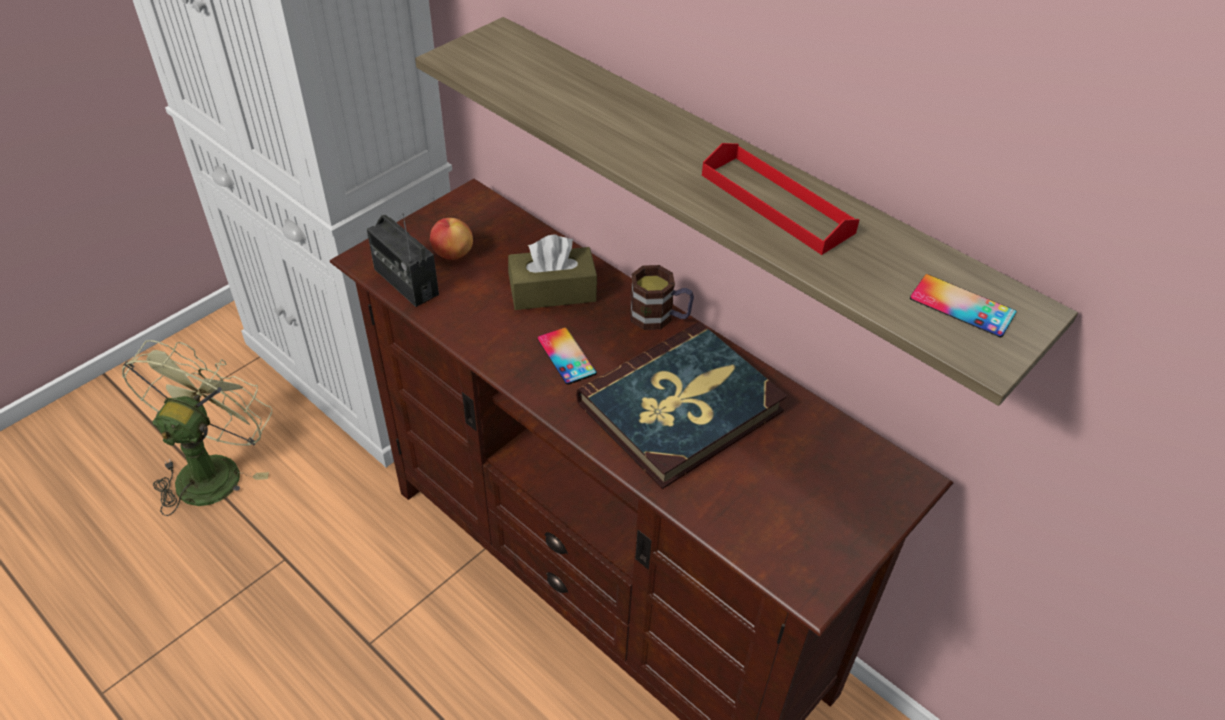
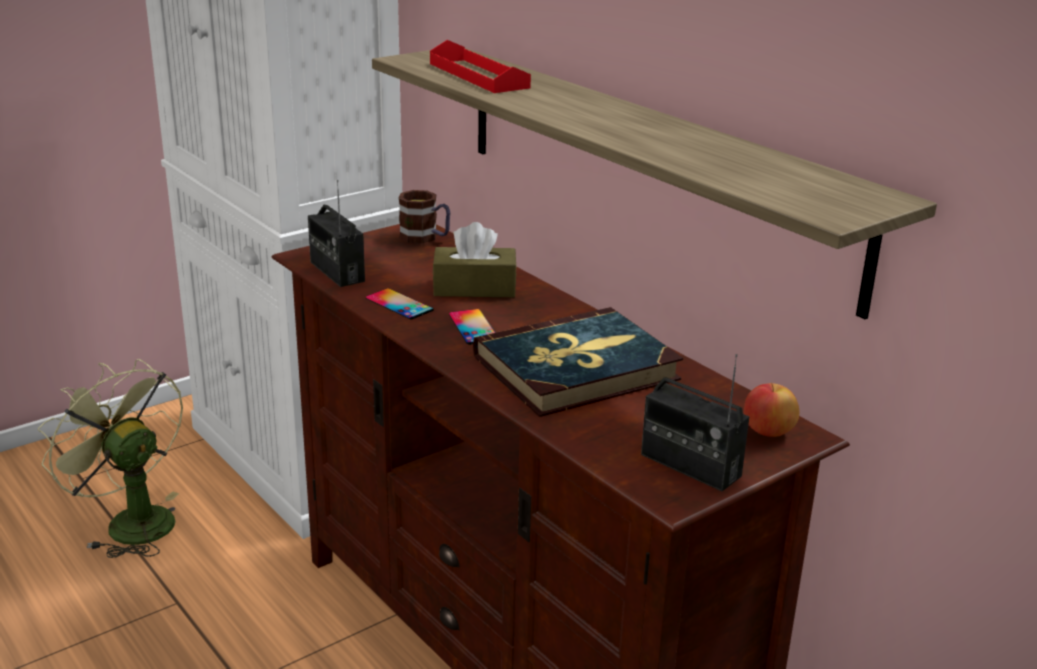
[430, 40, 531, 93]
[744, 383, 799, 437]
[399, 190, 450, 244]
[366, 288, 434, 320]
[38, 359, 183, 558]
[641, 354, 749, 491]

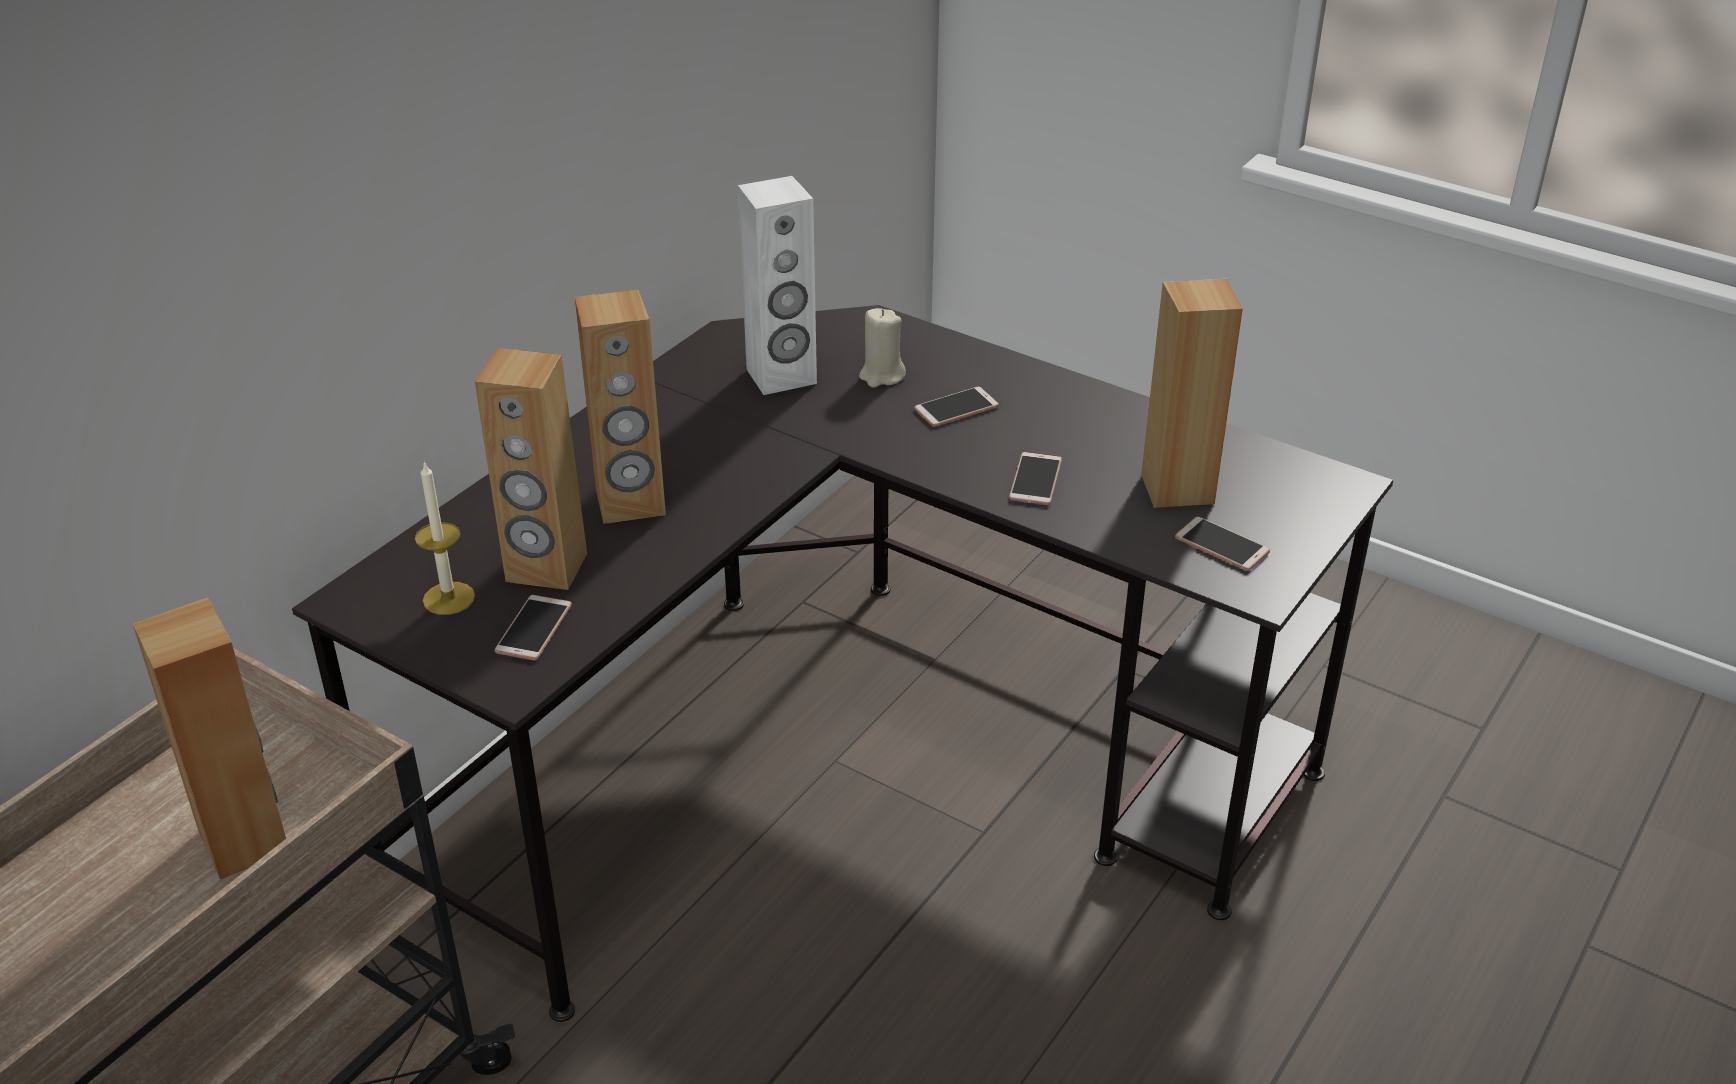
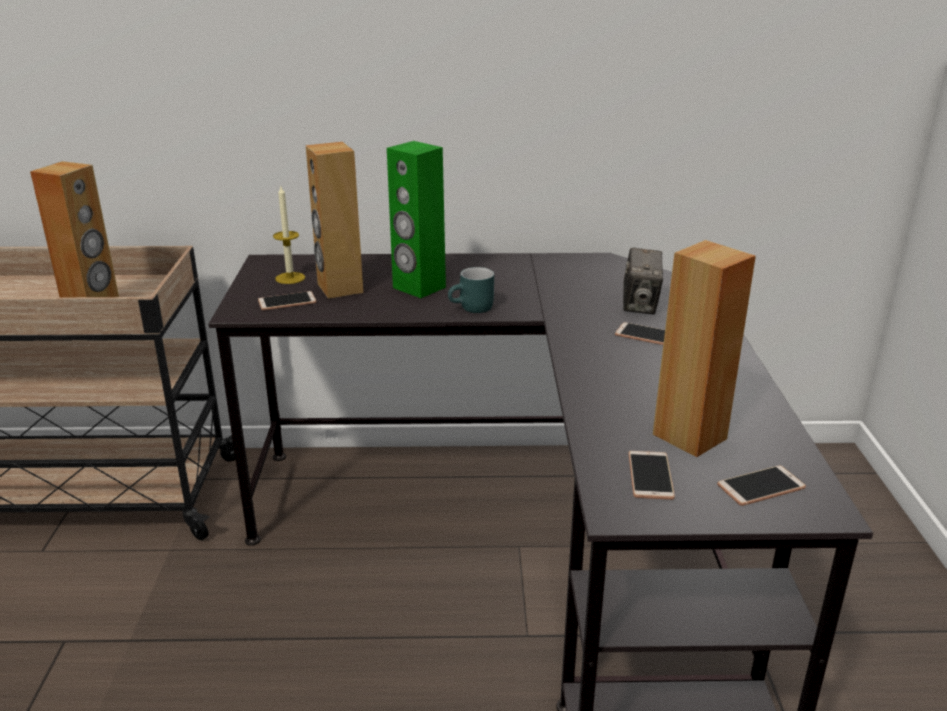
[738, 176, 817, 395] (first image)
[387, 141, 446, 298]
[623, 248, 663, 314]
[717, 465, 806, 506]
[448, 267, 494, 313]

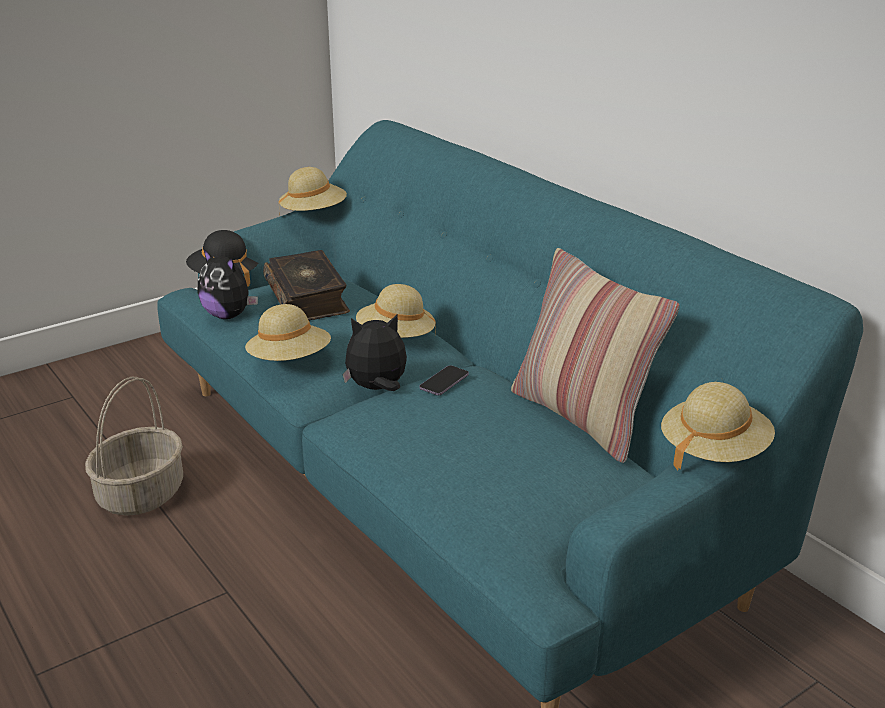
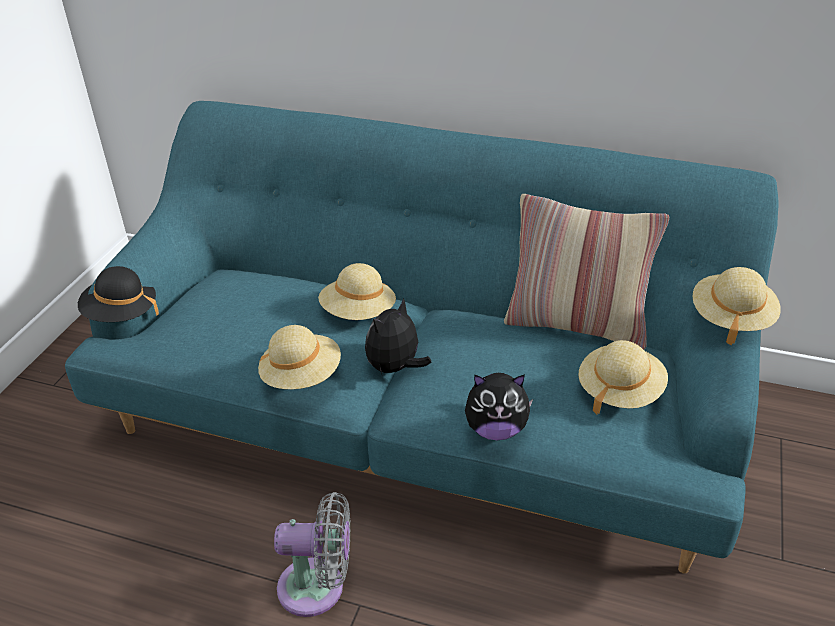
[578, 340, 668, 415]
[465, 373, 534, 440]
[263, 250, 350, 321] (first image)
[419, 365, 469, 395] (first image)
[85, 377, 183, 516] (first image)
[274, 492, 351, 617]

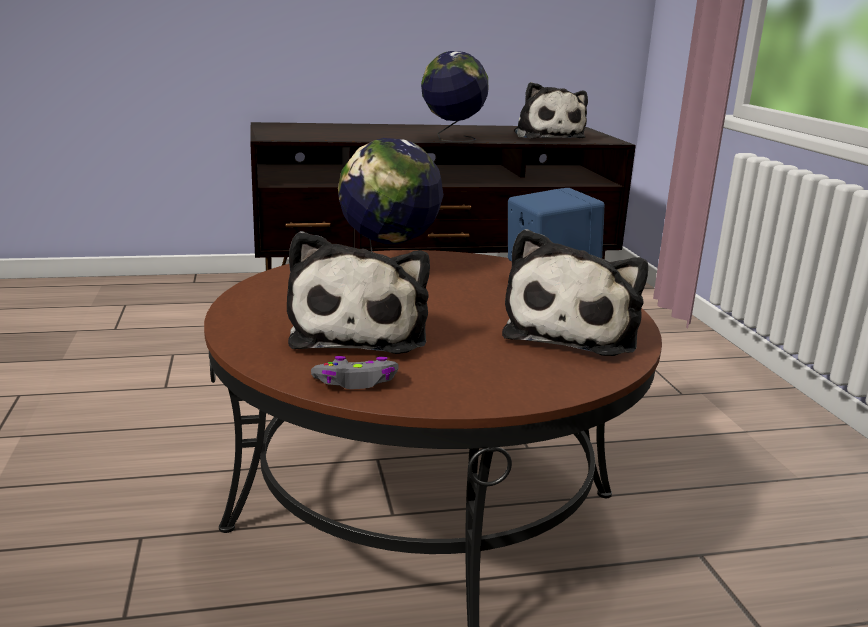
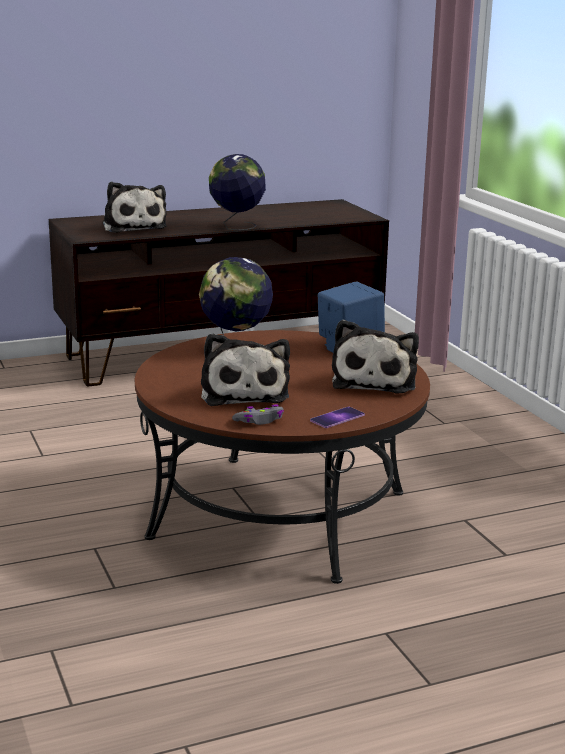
[103, 182, 167, 233]
[310, 406, 365, 428]

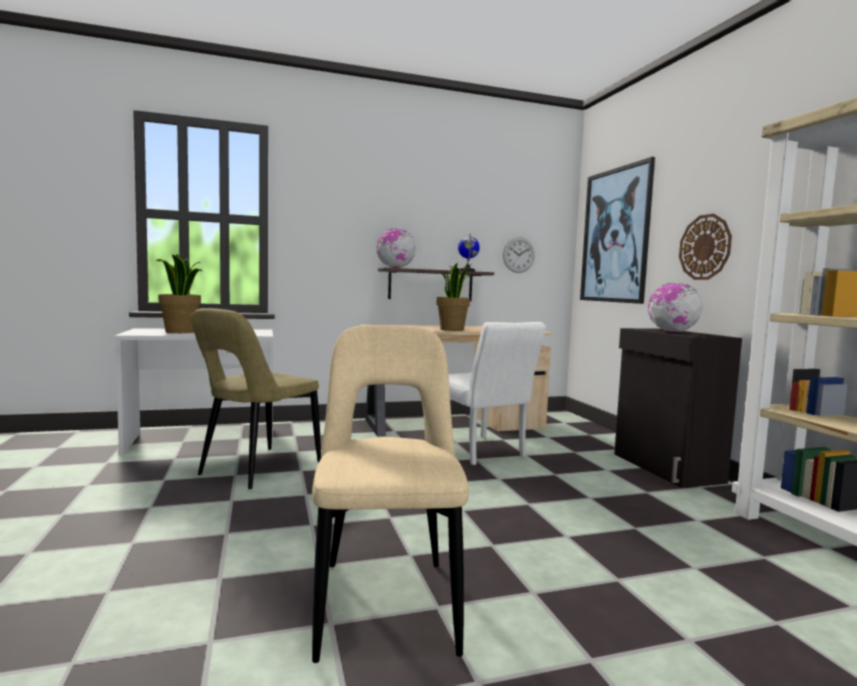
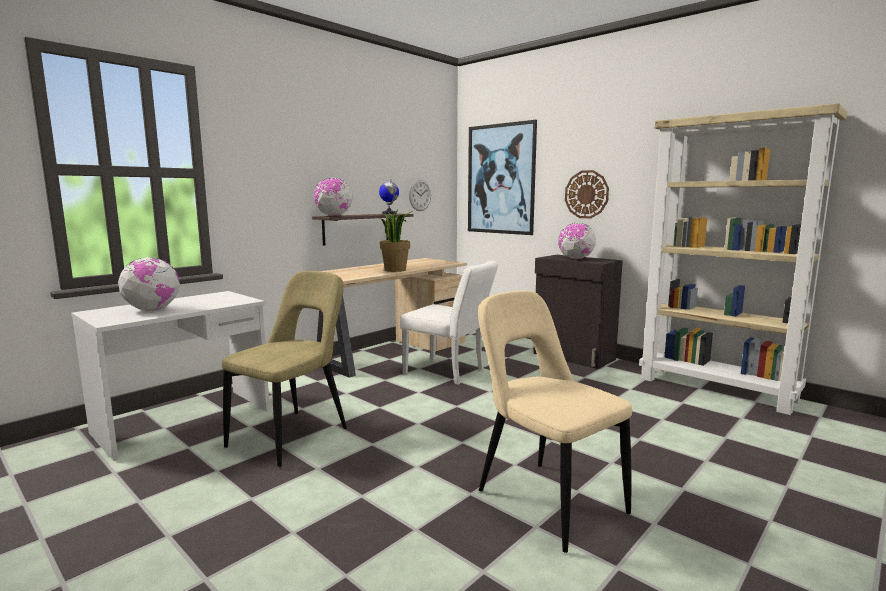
[118, 257, 180, 311]
[222, 271, 347, 467]

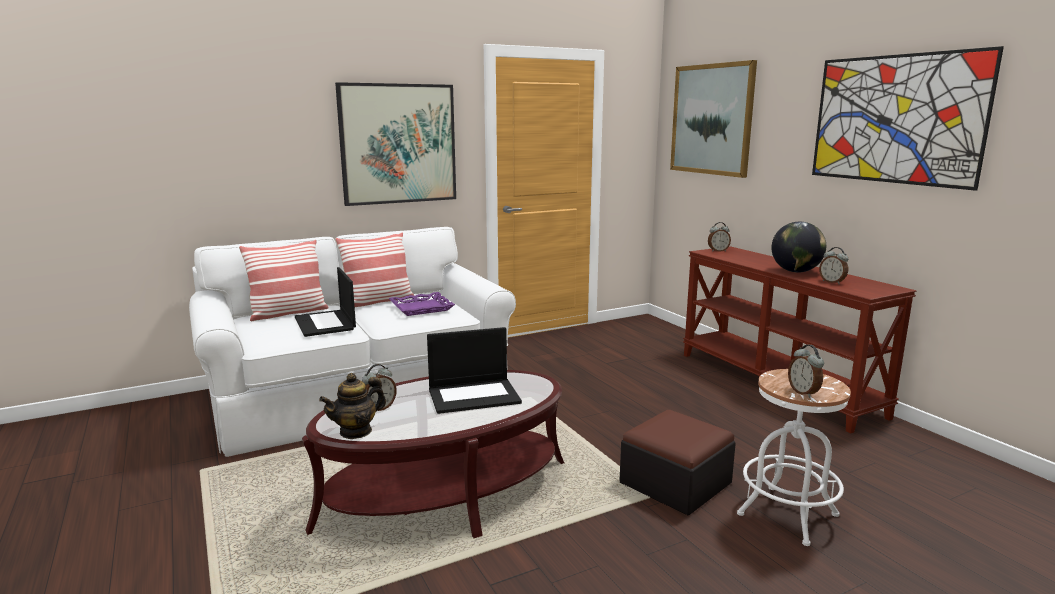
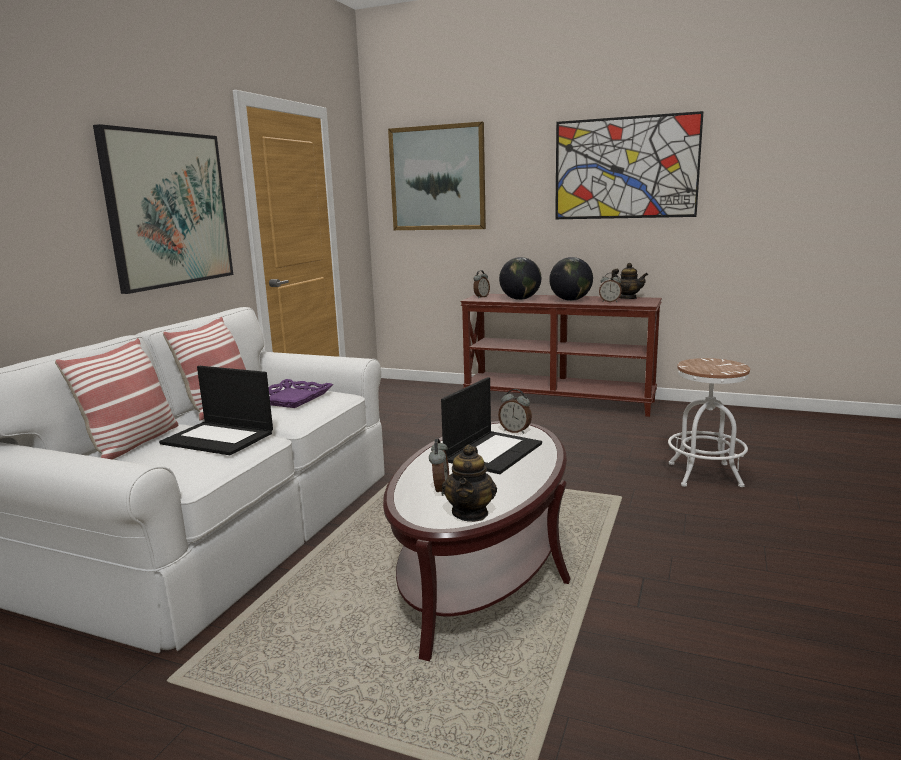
[498, 389, 532, 434]
[620, 410, 736, 515] (first image)
[499, 257, 541, 300]
[611, 263, 648, 299]

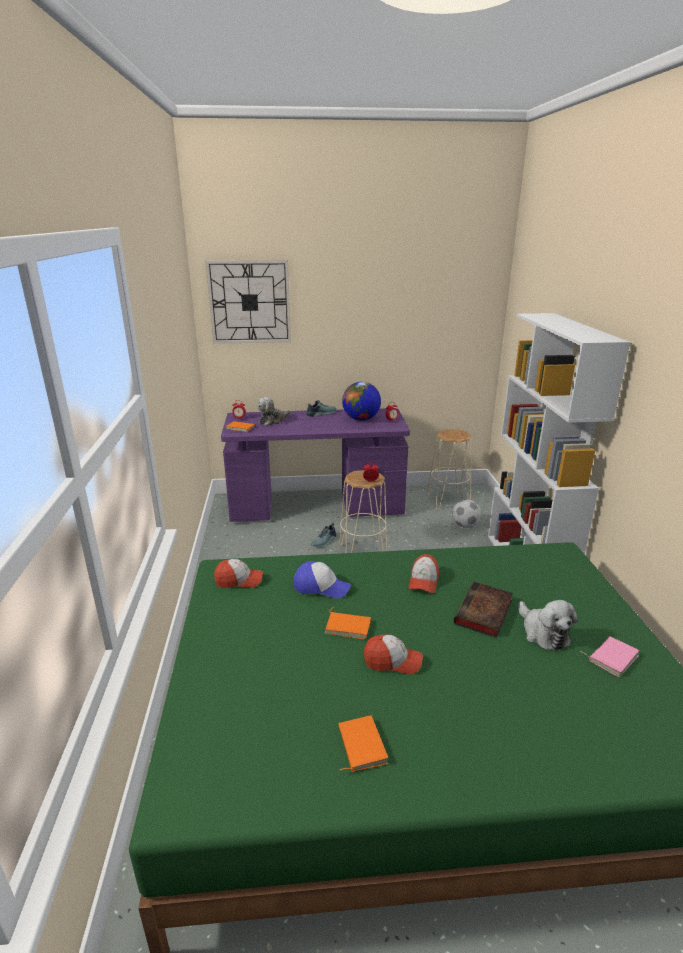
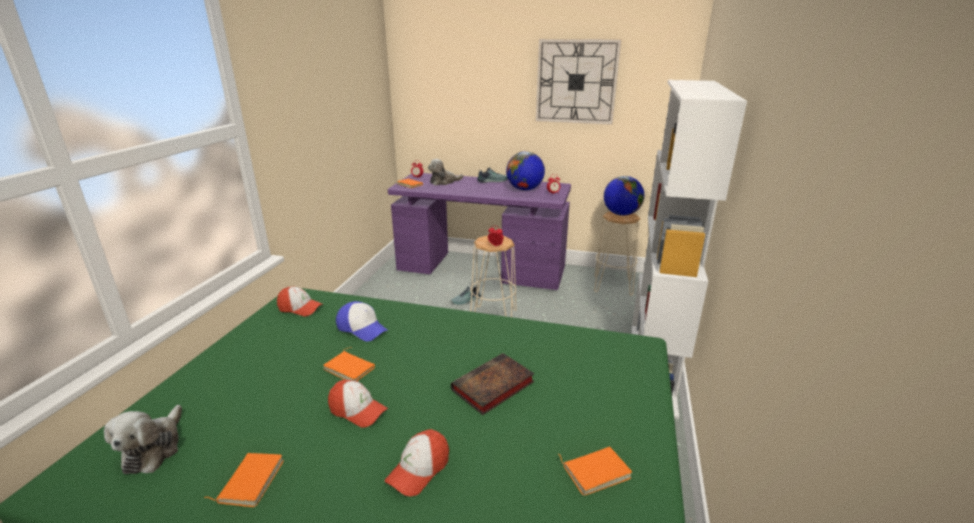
[536, 39, 621, 125]
[452, 500, 481, 528] (first image)
[385, 429, 449, 497]
[104, 405, 182, 474]
[559, 447, 632, 496]
[604, 176, 644, 216]

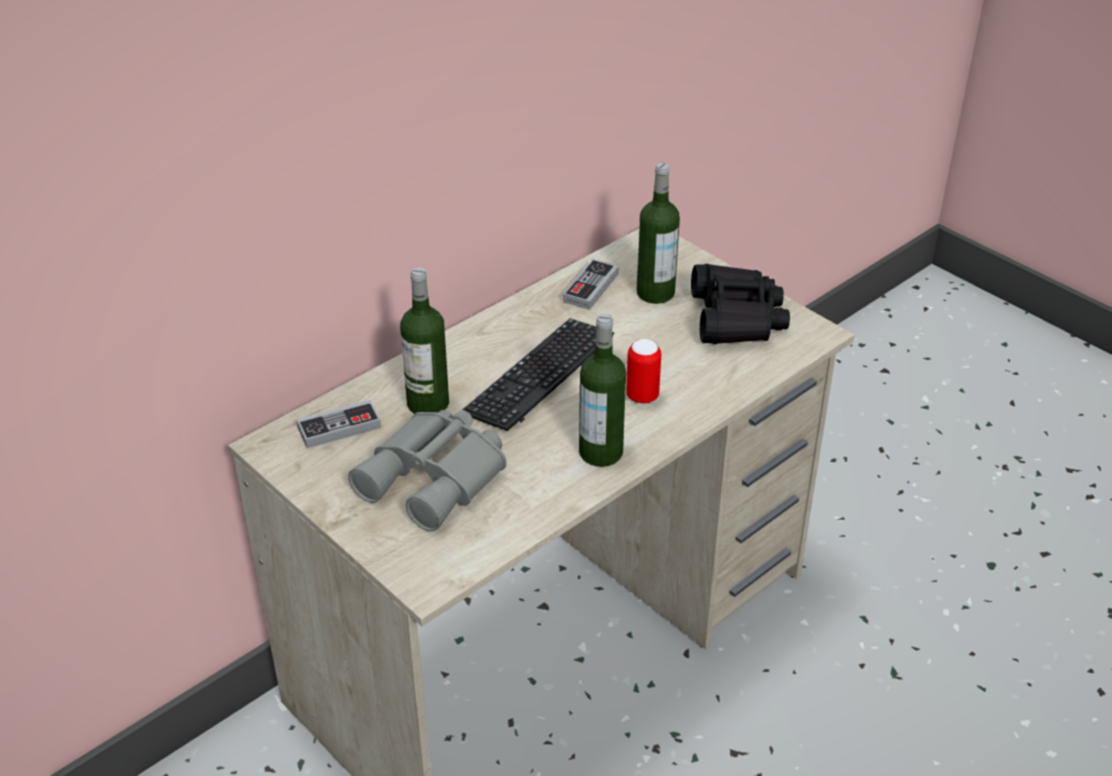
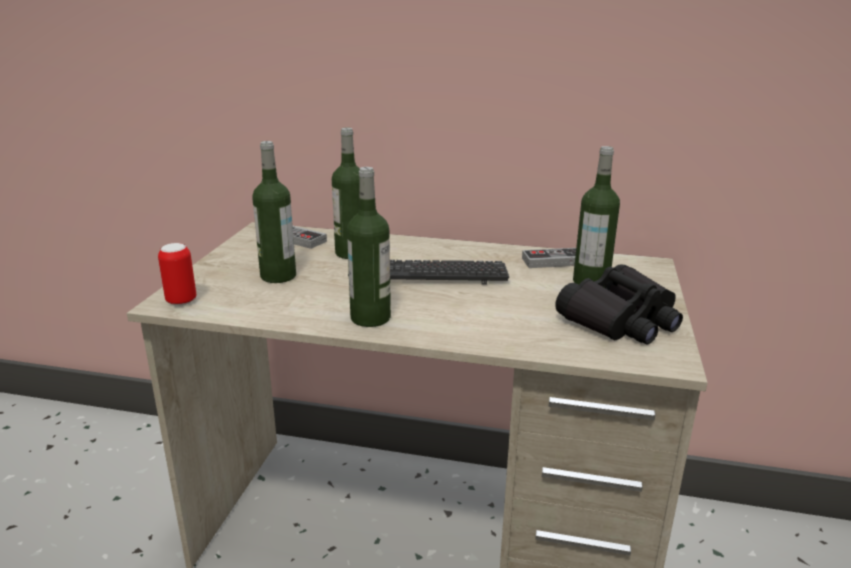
[158, 243, 196, 305]
[252, 141, 296, 283]

